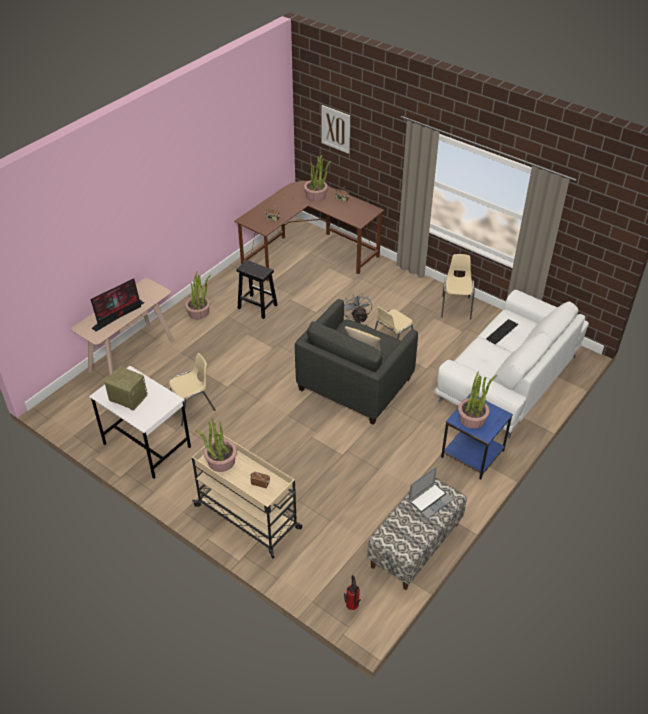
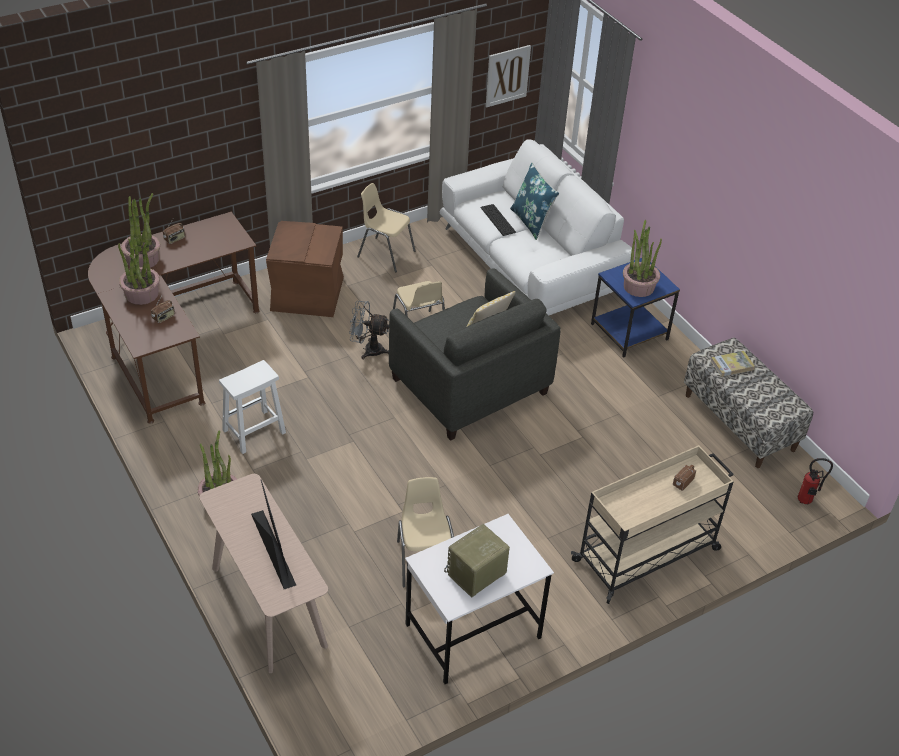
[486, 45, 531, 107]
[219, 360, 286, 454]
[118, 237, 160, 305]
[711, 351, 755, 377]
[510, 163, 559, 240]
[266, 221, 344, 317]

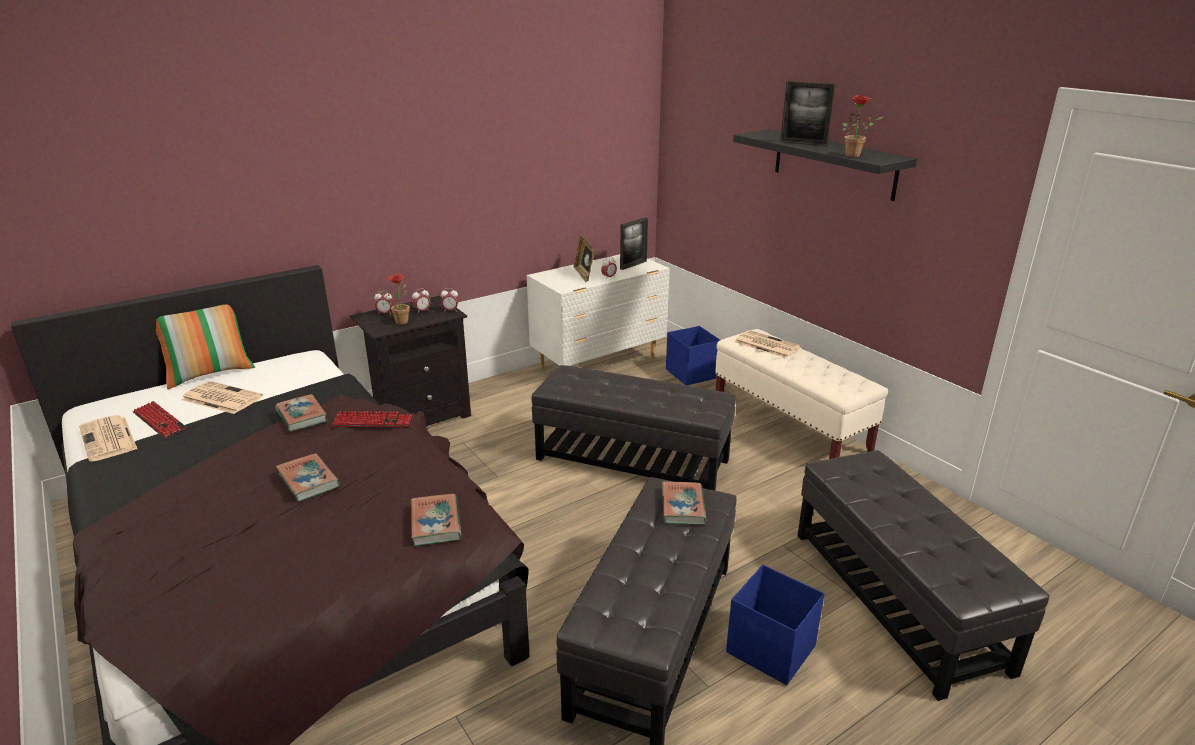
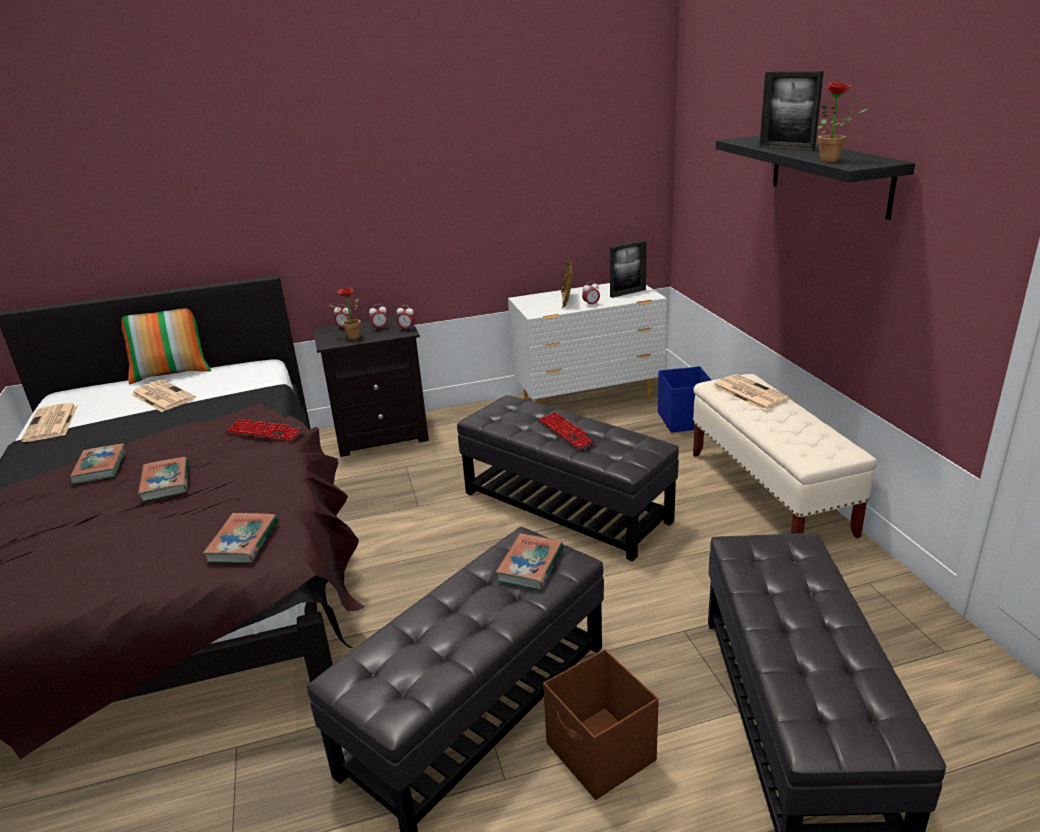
[69, 444, 125, 484]
[538, 412, 597, 450]
[543, 649, 659, 800]

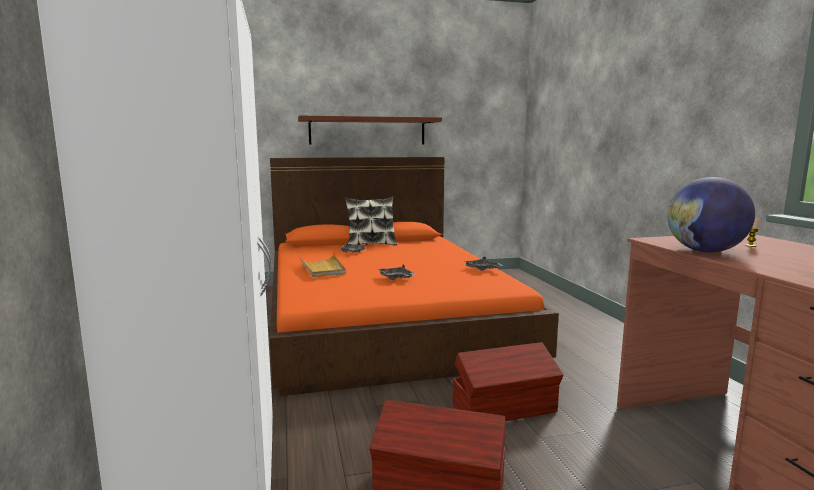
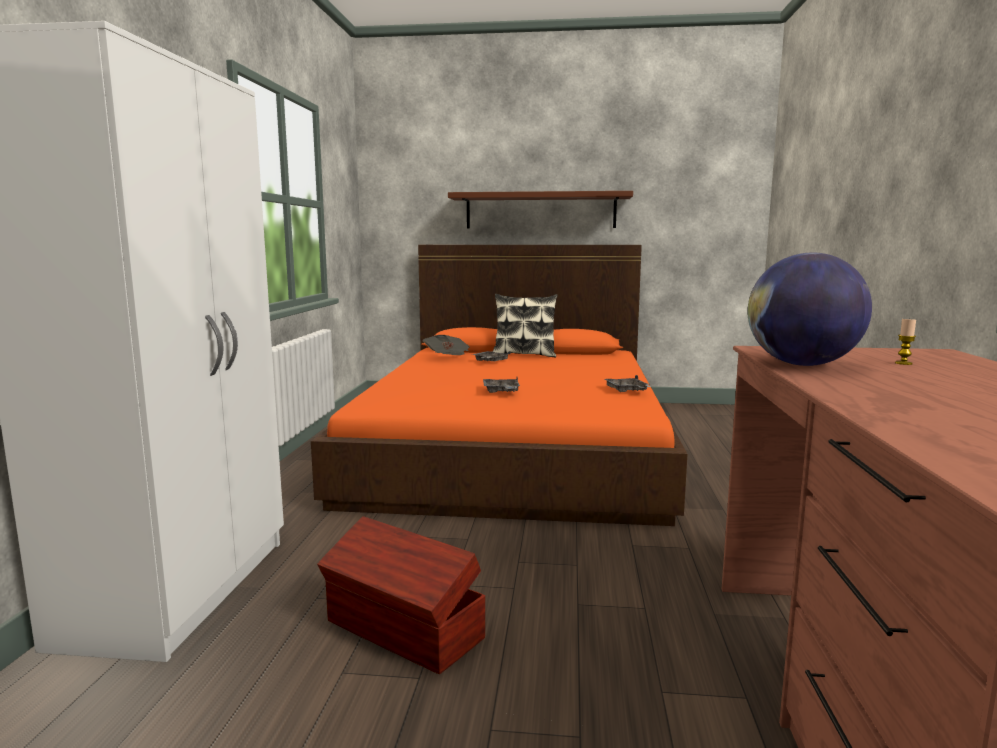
[299, 254, 346, 277] (first image)
[453, 342, 563, 421] (first image)
[422, 335, 470, 355]

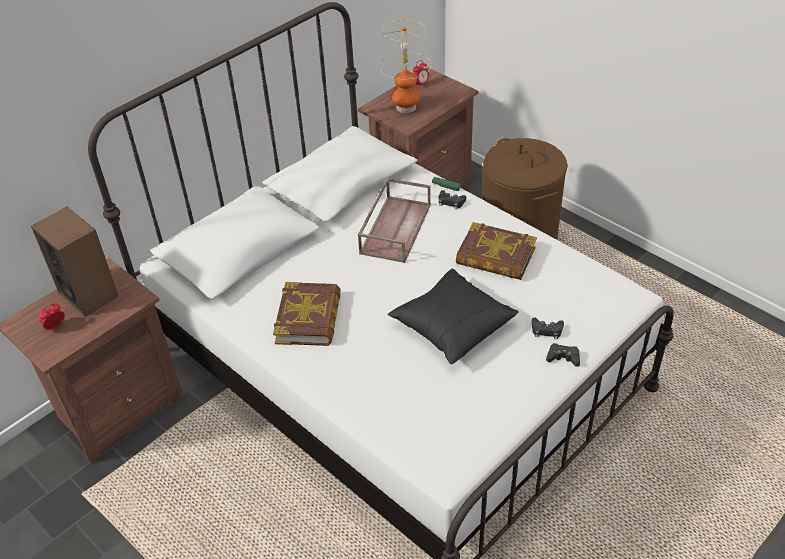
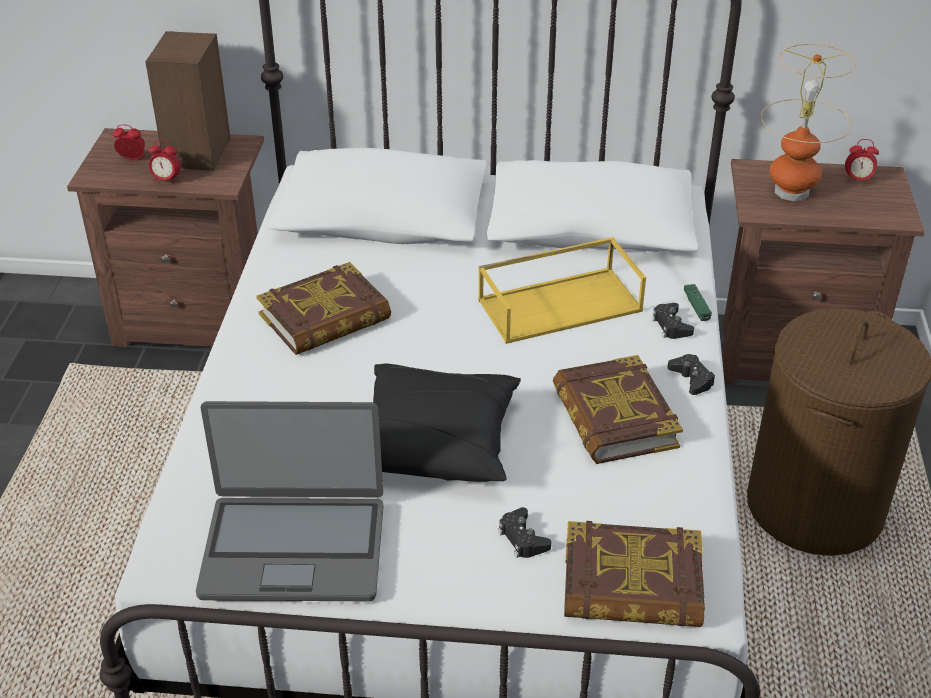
[478, 237, 646, 344]
[667, 354, 715, 395]
[149, 139, 180, 184]
[196, 401, 383, 601]
[564, 521, 705, 627]

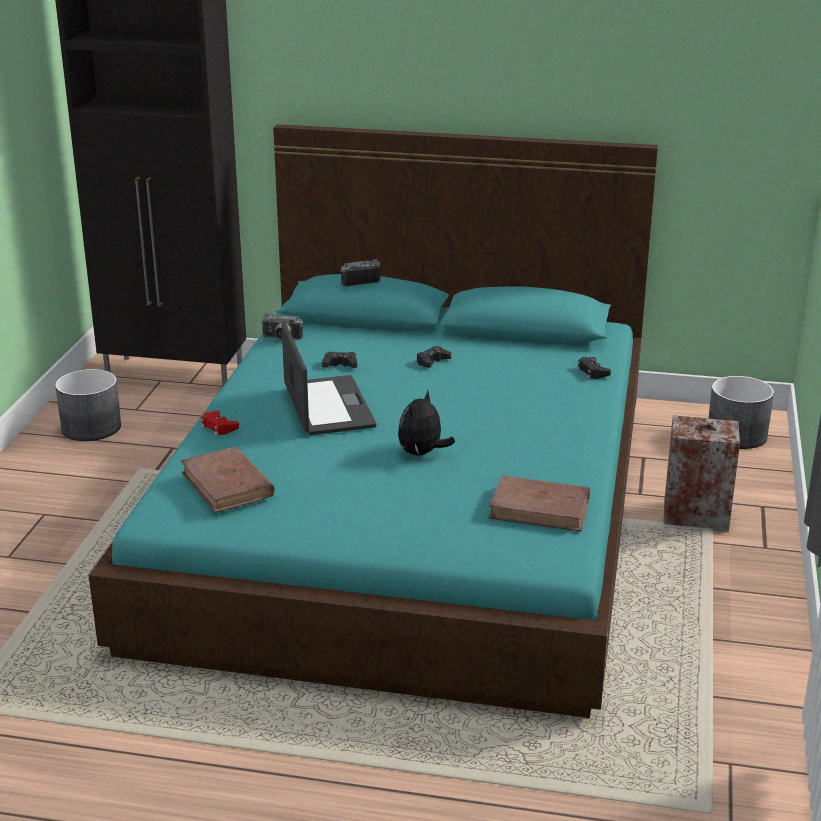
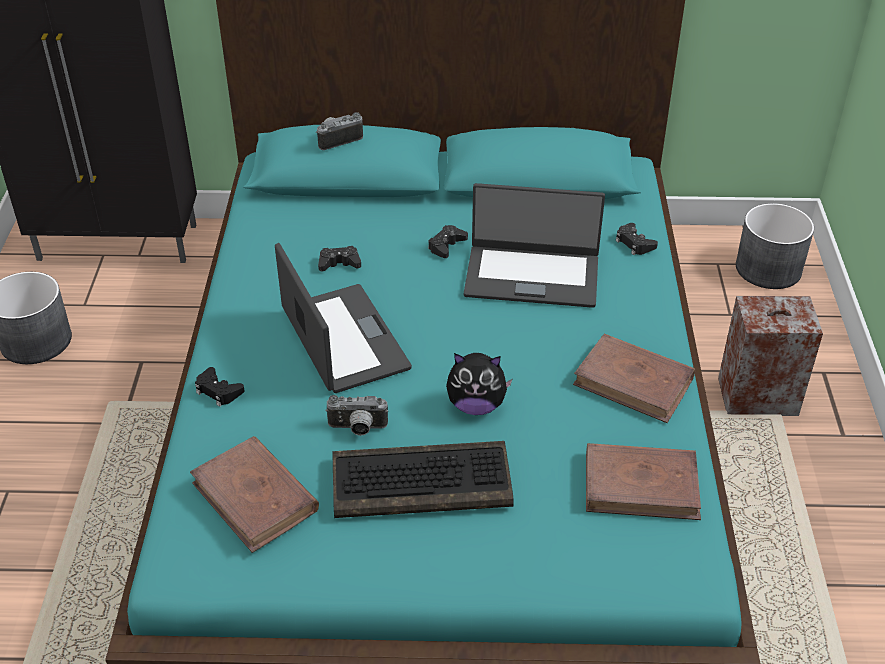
[326, 395, 388, 436]
[446, 353, 512, 415]
[195, 367, 244, 407]
[464, 183, 605, 308]
[573, 334, 695, 423]
[332, 441, 514, 518]

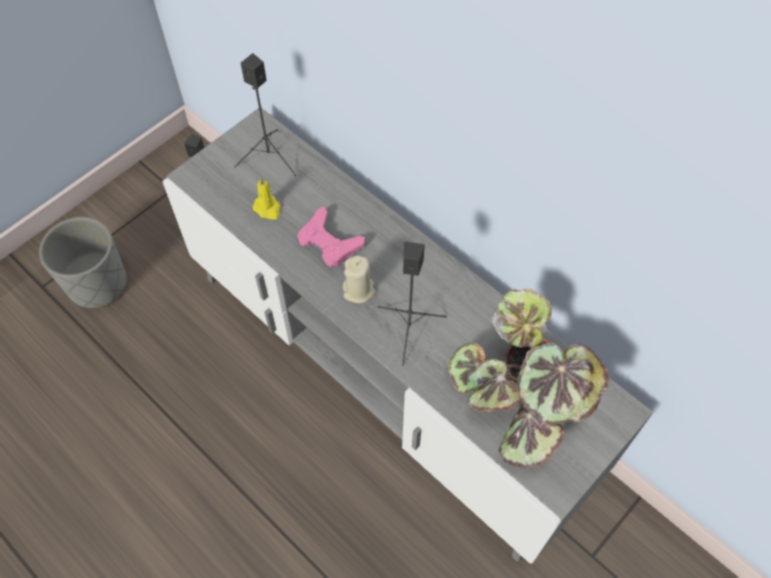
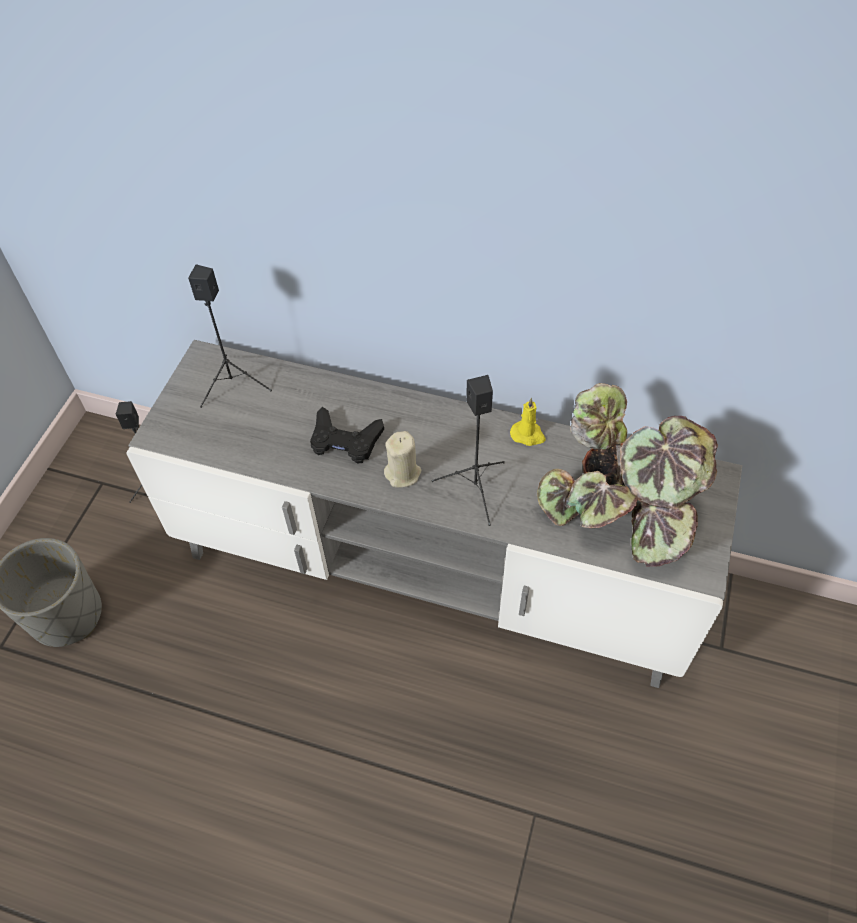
[510, 398, 546, 446]
[310, 407, 384, 464]

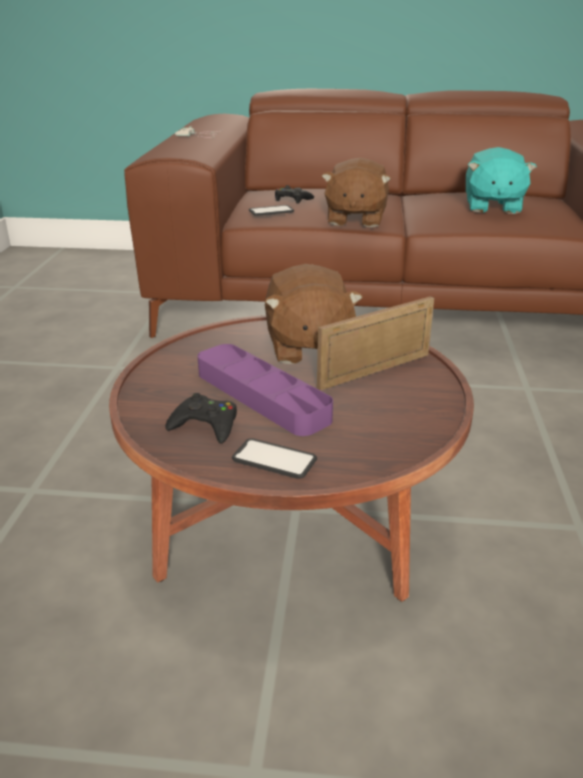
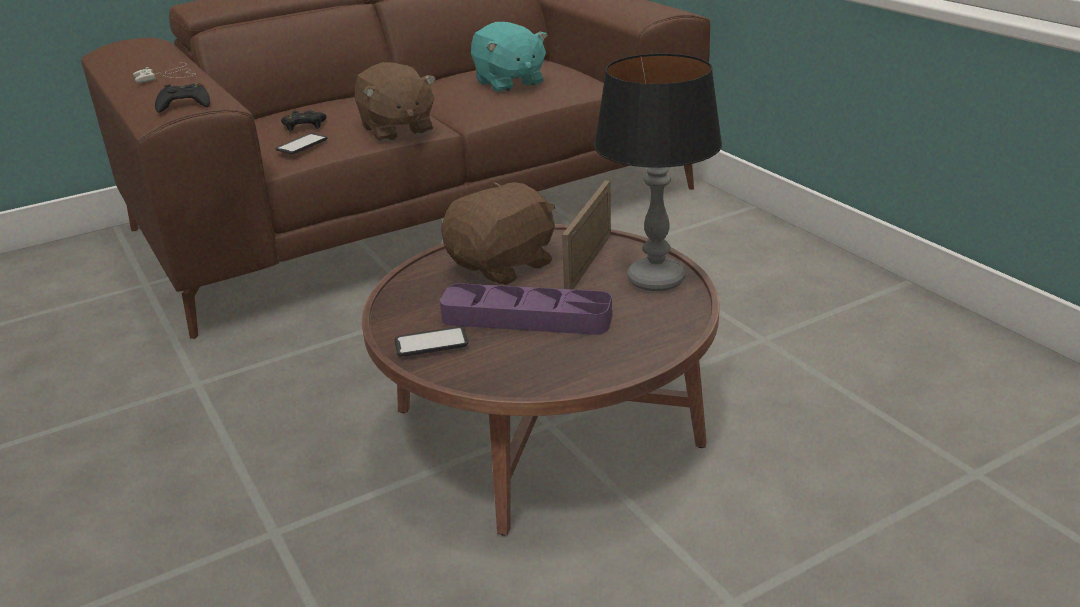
[441, 181, 555, 285]
[155, 84, 210, 113]
[395, 326, 468, 357]
[594, 54, 722, 291]

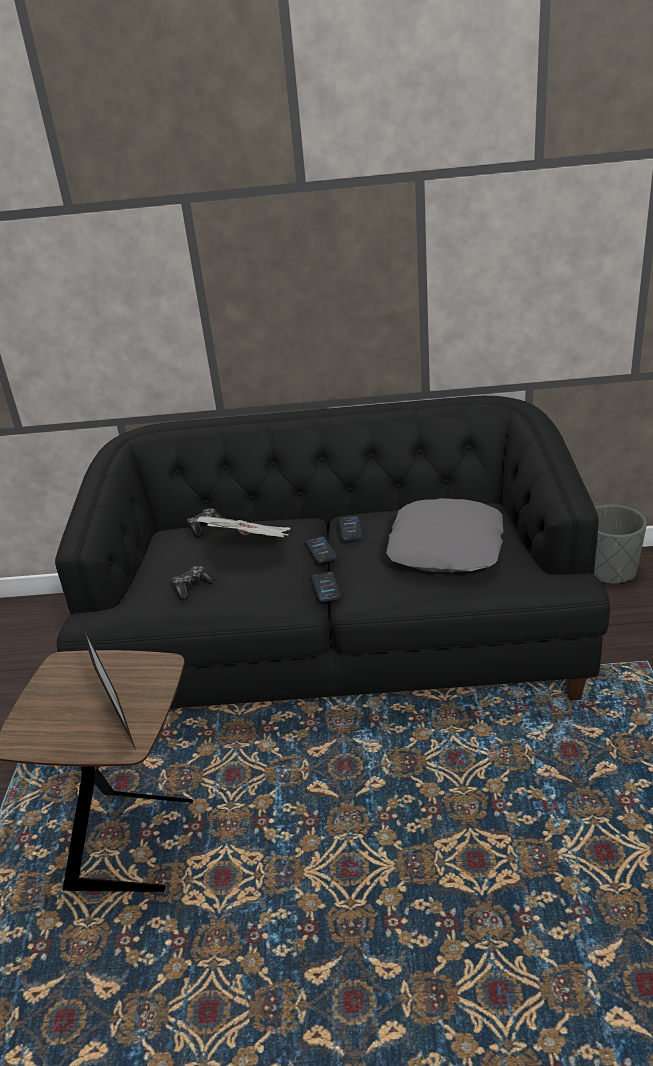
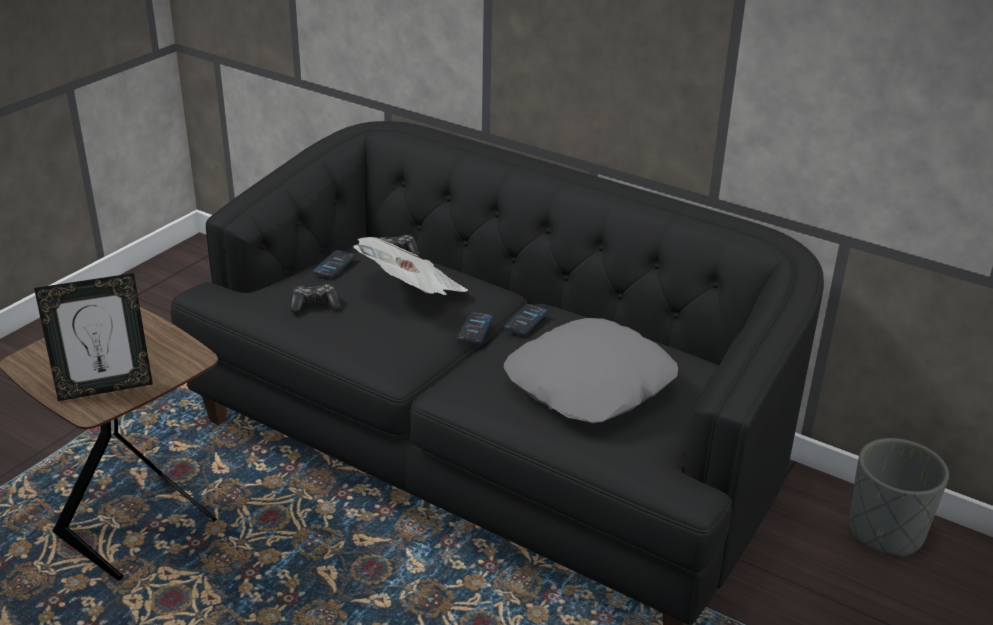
[312, 250, 355, 278]
[34, 273, 153, 401]

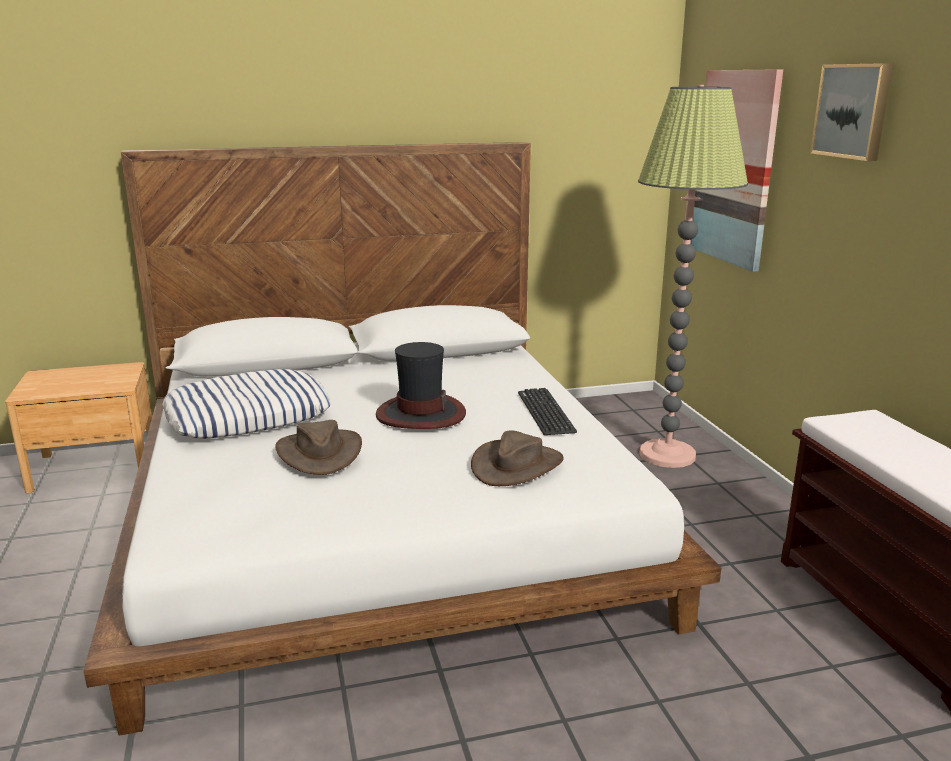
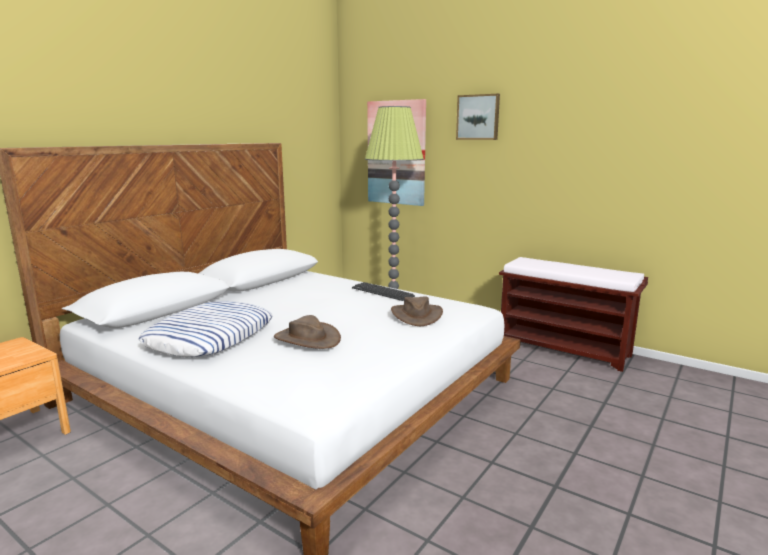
[376, 342, 466, 429] (first image)

